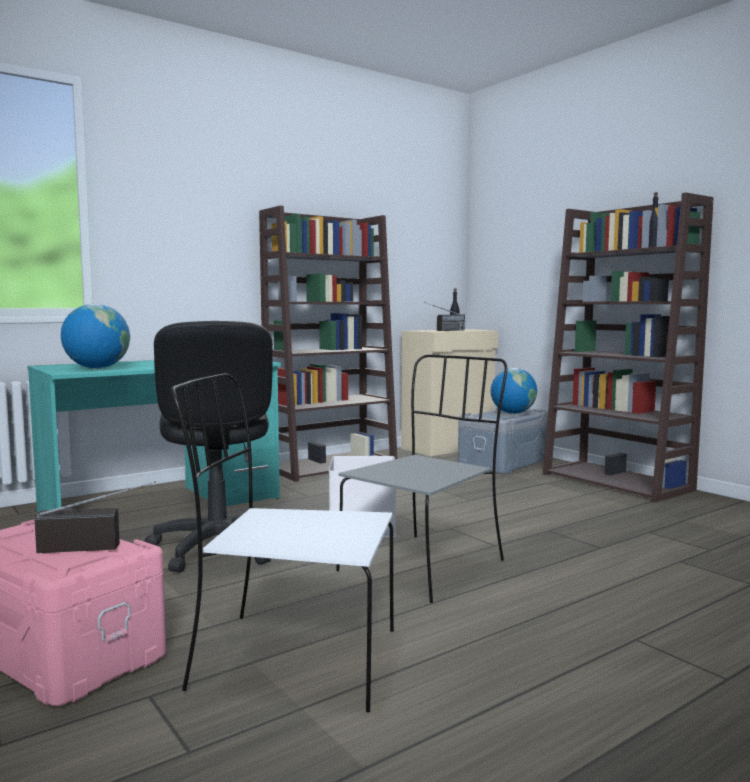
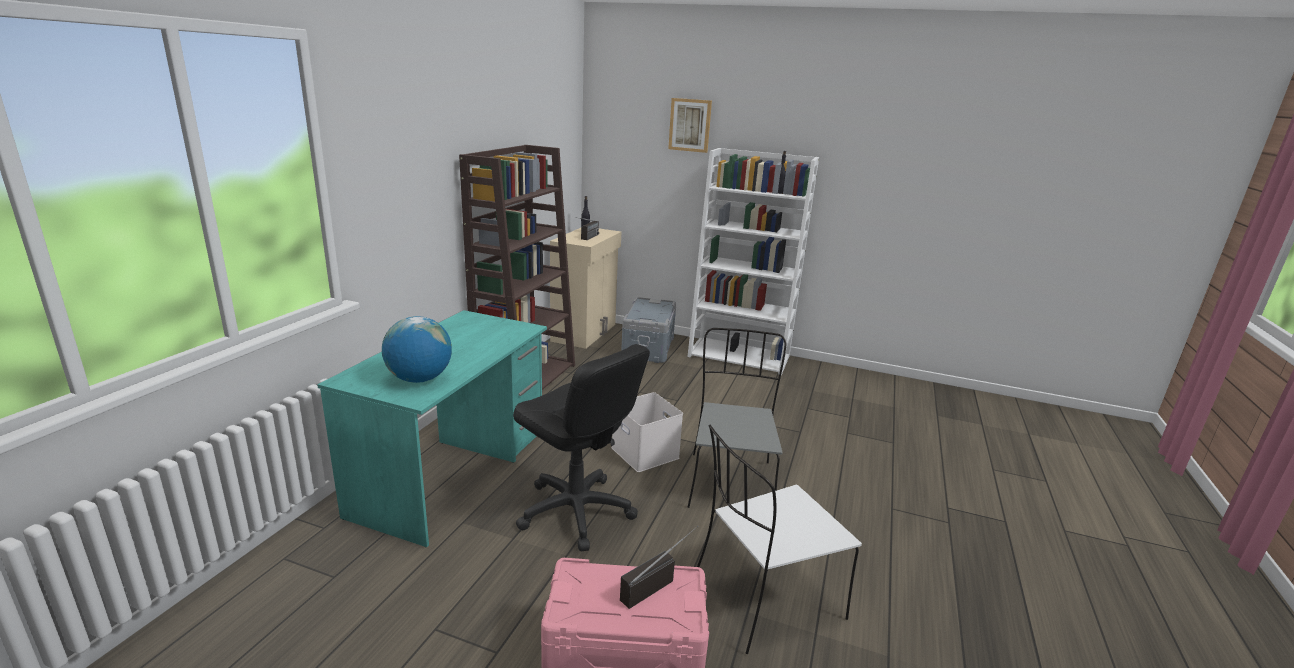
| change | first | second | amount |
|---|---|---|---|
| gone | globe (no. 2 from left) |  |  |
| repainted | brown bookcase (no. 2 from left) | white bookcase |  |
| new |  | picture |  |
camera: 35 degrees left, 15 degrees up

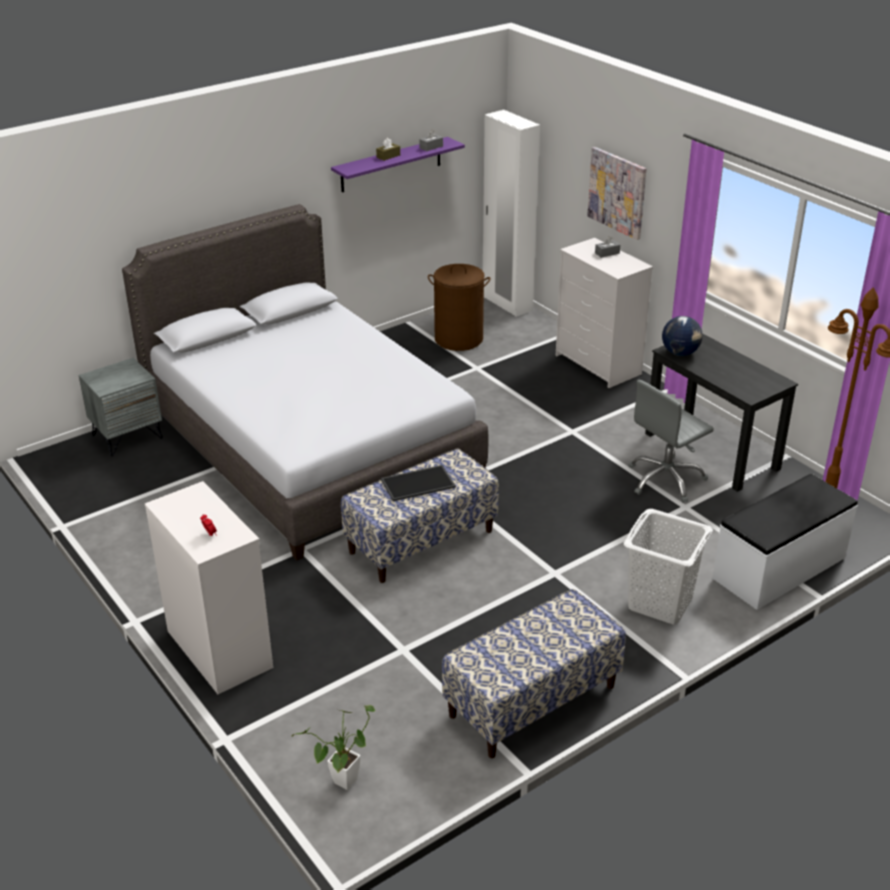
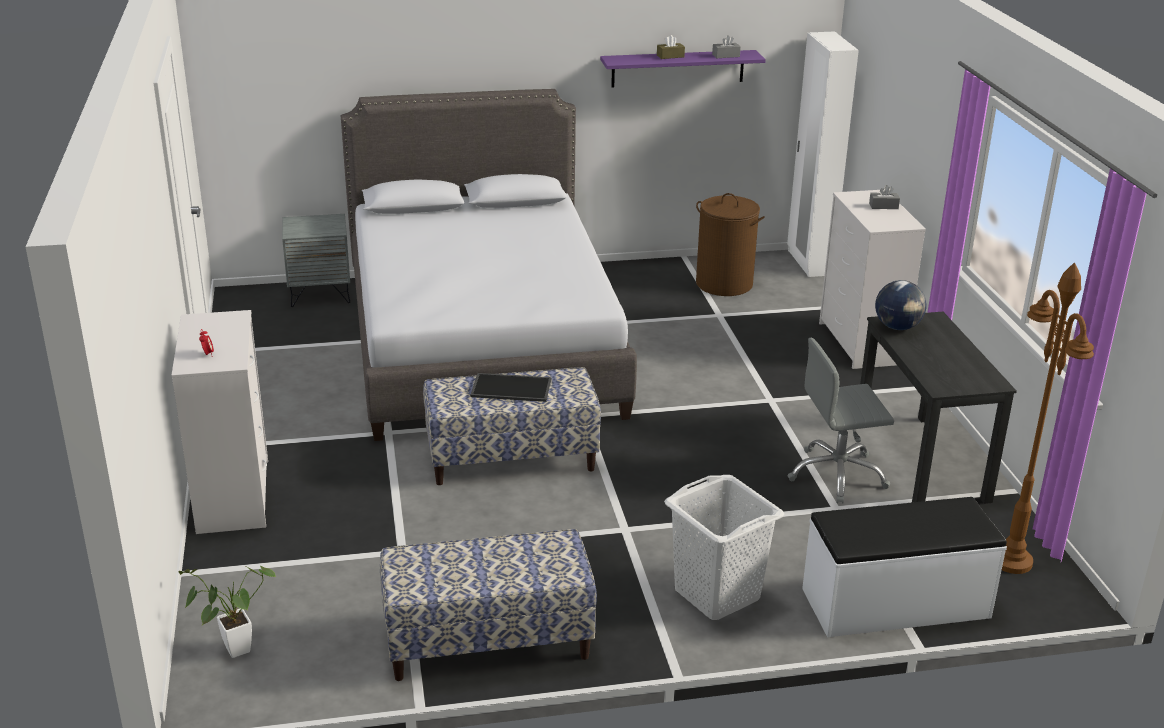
| change | first | second | amount |
|---|---|---|---|
| gone | picture |  |  |
camera: 25 degrees right, 5 degrees down

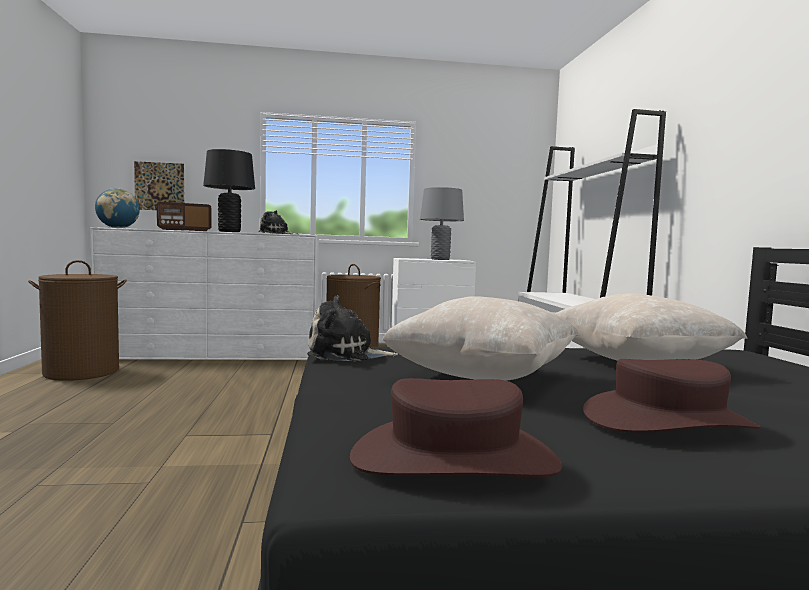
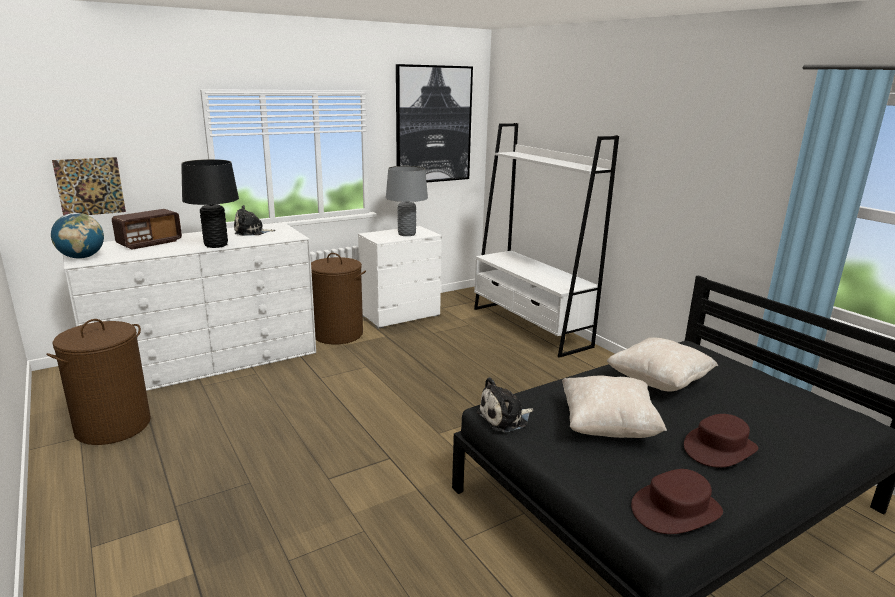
| change | first | second | amount |
|---|---|---|---|
| new |  | picture (no. 2 from left) |  |
camera: 25 degrees left, 15 degrees up

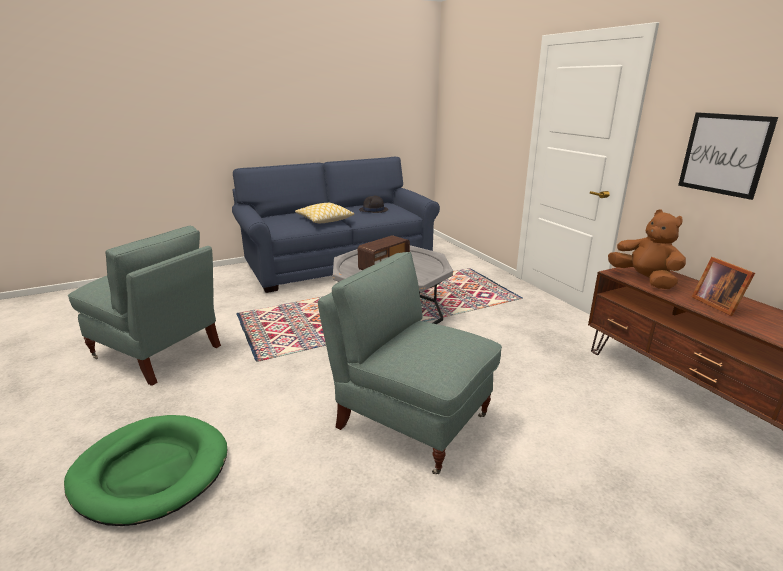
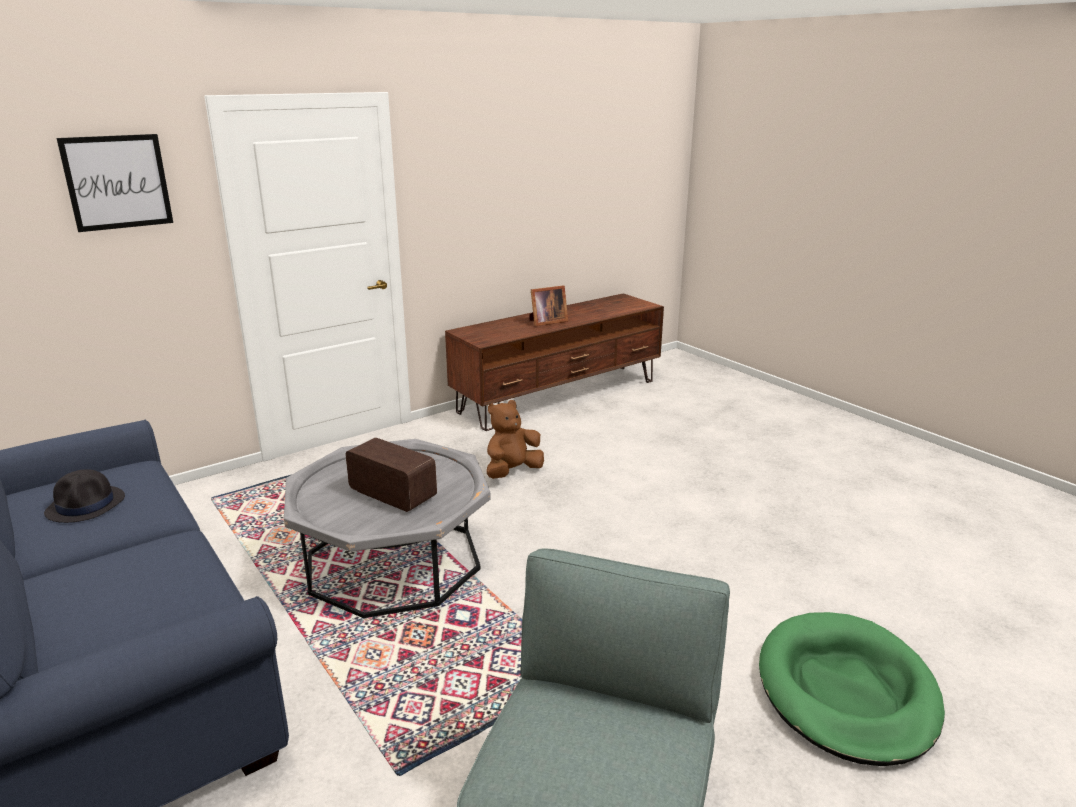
| change | first | second | amount |
|---|---|---|---|
| gone | pillow |  |  |
| gone | grey armchair (no. 2 from left) |  |  |
| shifted | brown plush toy |  |  |
| shifted | picture |  |  |
camera: 100 degrees left, 0 degrees up

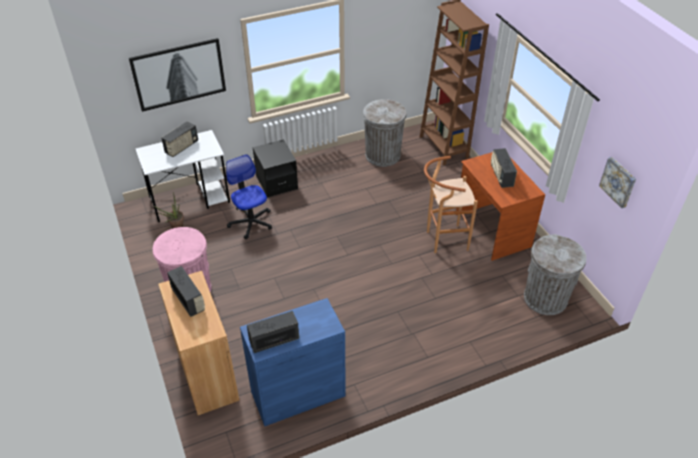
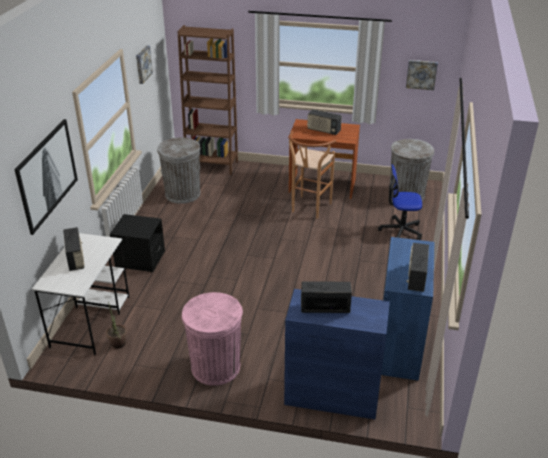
| change | first | second | amount |
|---|---|---|---|
| repainted | brown cabinet | blue cabinet (no. 1 from left) |  |
| shifted | office chair |  |  |
| new |  | picture (no. 2 from left) |  |
camera: 55 degrees left, 10 degrees down

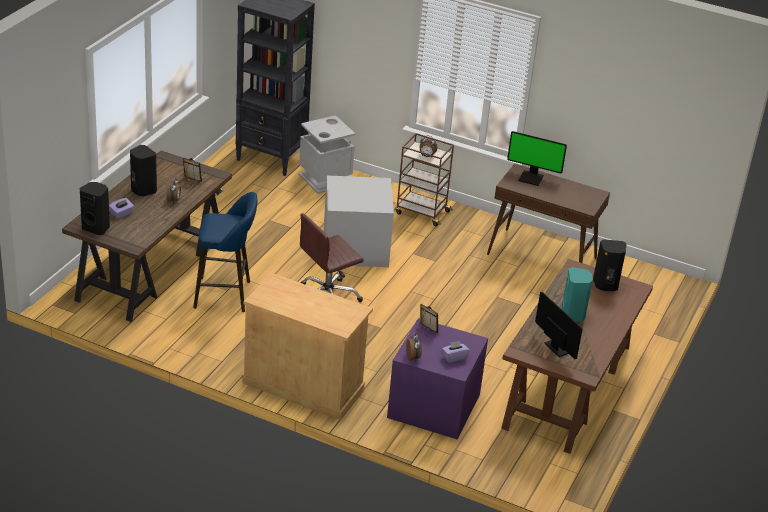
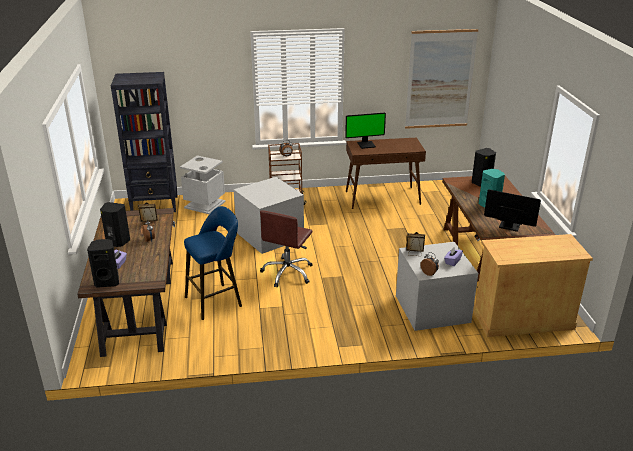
| change | first | second | amount |
|---|---|---|---|
| shifted | beige cabinet |  |  |
| repainted | purple storage box | grey storage box (no. 2 from left) |  |
| new |  | picture |  |
camera: 30 degrees left, 5 degrees down

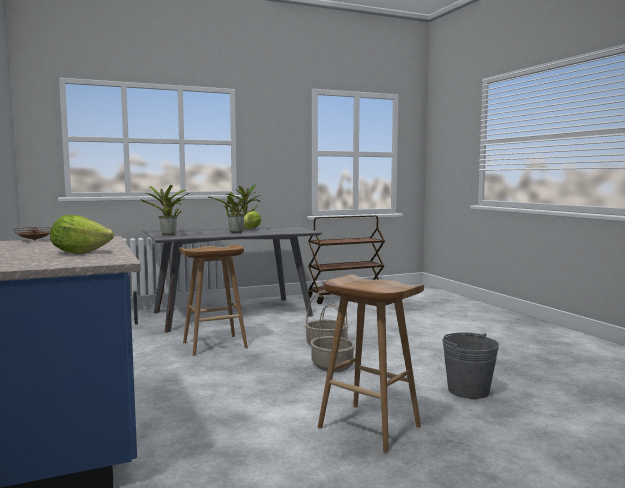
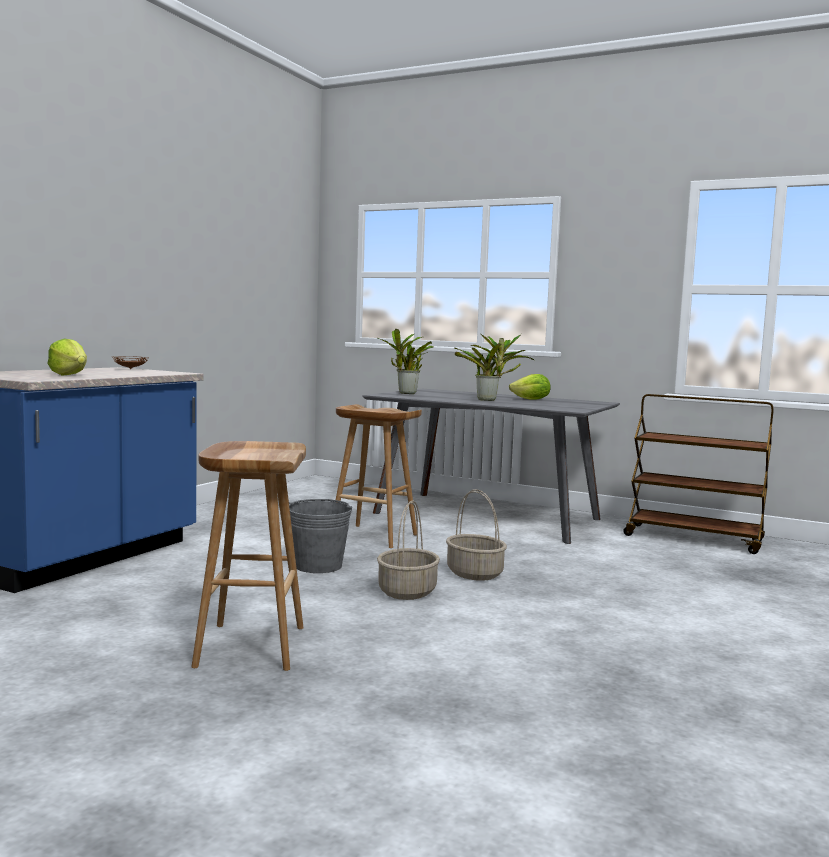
| change | first | second | amount |
|---|---|---|---|
| shifted | grey bucket |  |  |
camera: 50 degrees right, 0 degrees up

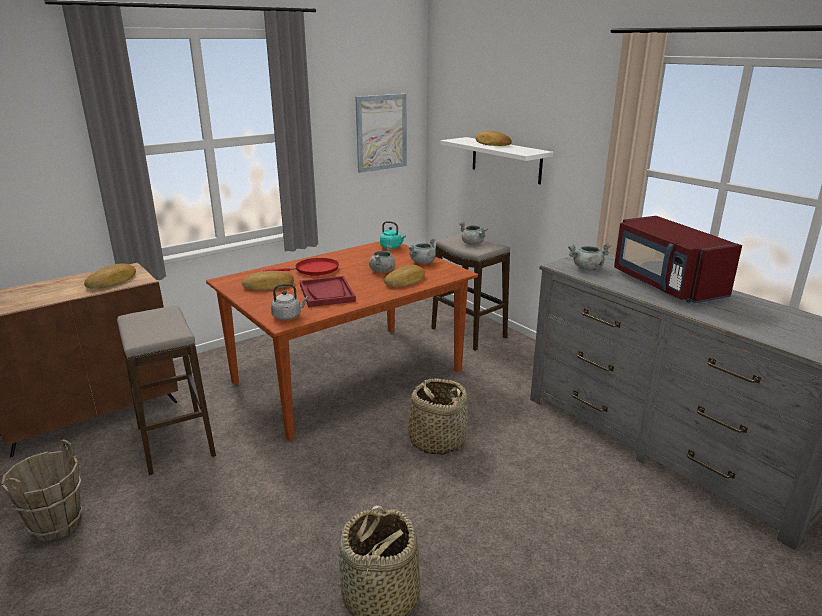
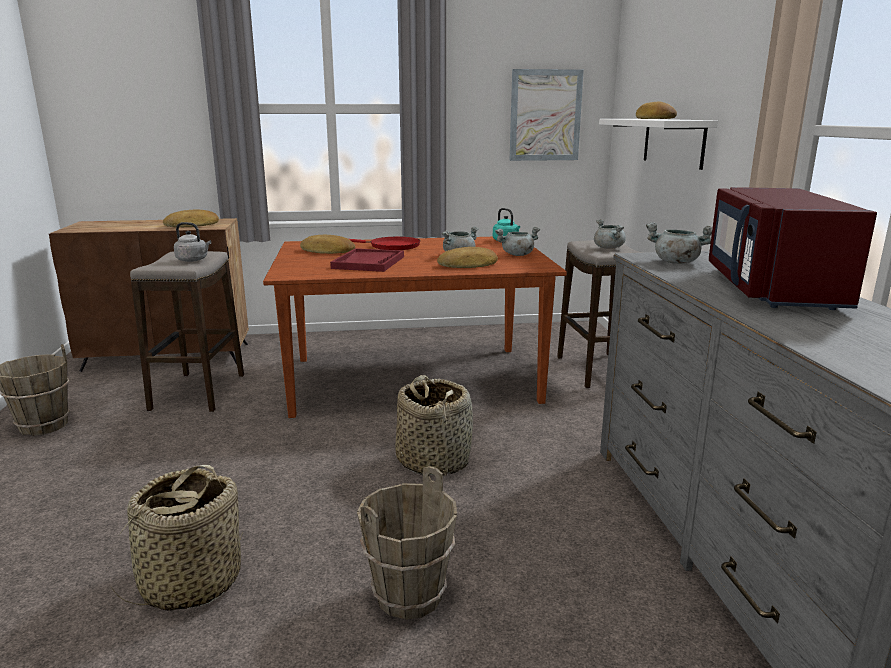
| change | first | second | amount |
|---|---|---|---|
| shifted | grey kettle |  |  |
| new |  | brown bucket (no. 2 from left) |  |
camera: 30 degrees right, 5 degrees down

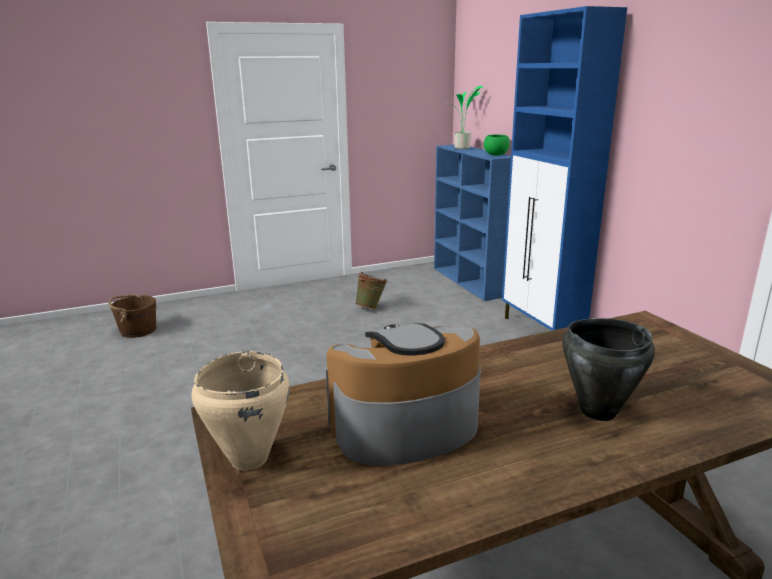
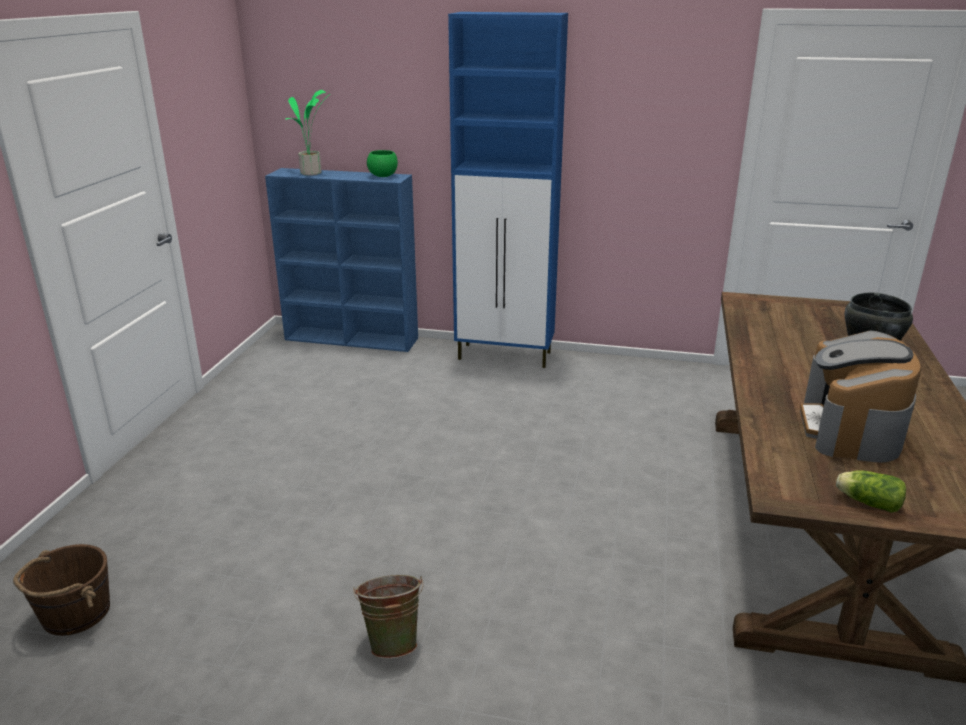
| change | first | second | amount |
|---|---|---|---|
| swapped | beige cooking pot | lettuce |  |
| shifted | green bucket |  |  |
camera: 55 degrees left, 5 degrees up

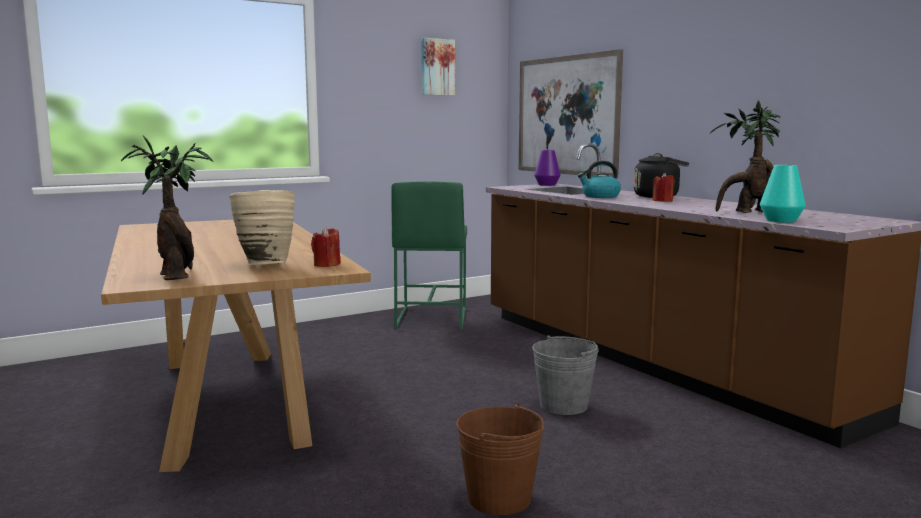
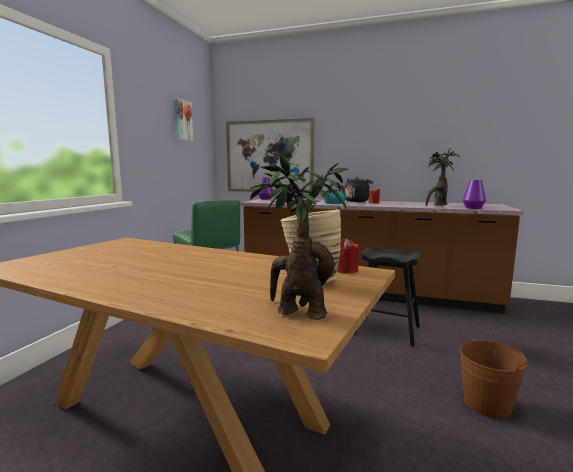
| change | first | second | amount |
|---|---|---|---|
| swapped | grey bucket | black stool |  |
| repainted | turquoise vase | purple vase (no. 2 from left) |  |
camera: 40 degrees left, 0 degrees up

